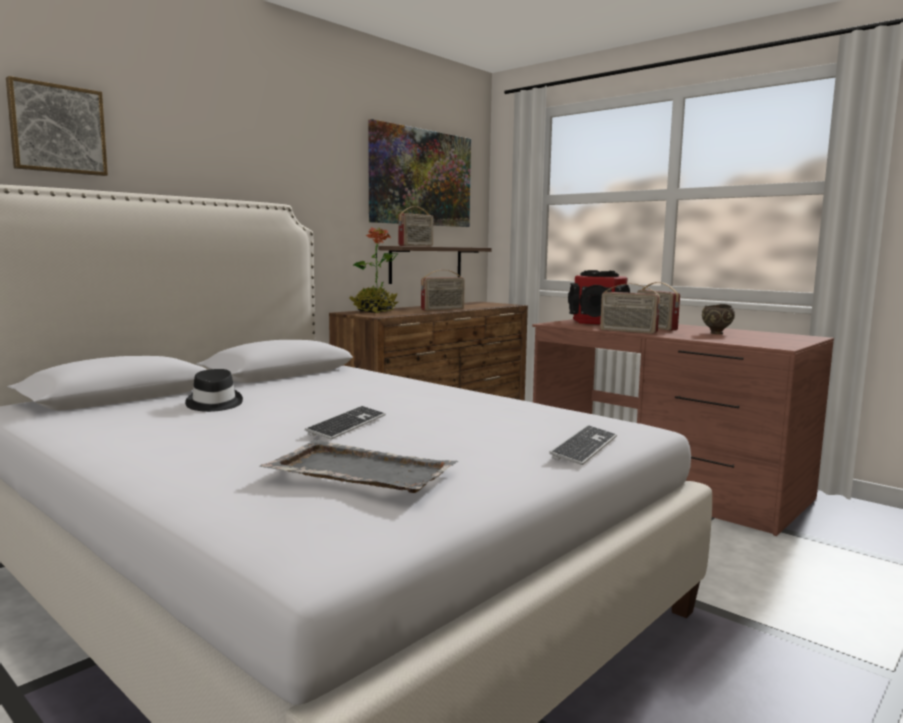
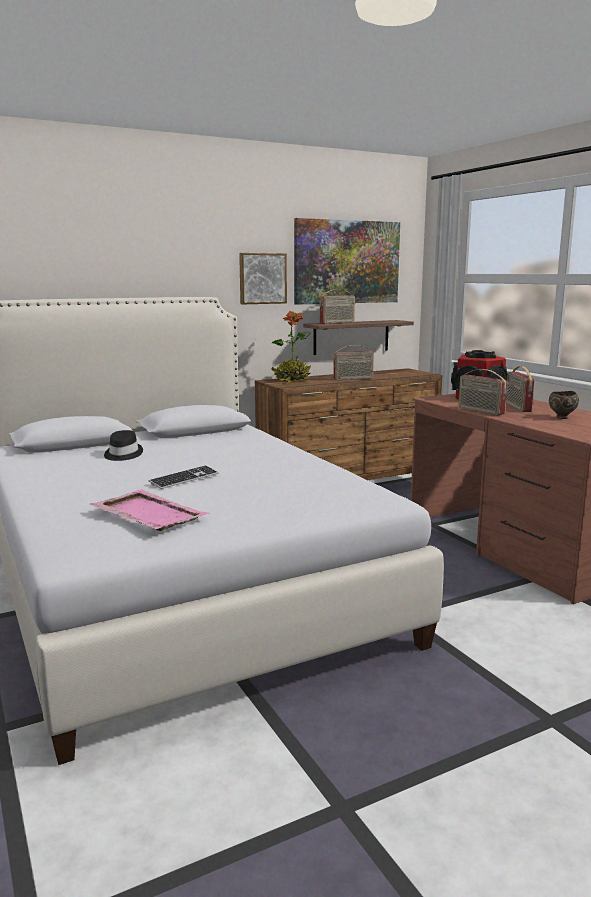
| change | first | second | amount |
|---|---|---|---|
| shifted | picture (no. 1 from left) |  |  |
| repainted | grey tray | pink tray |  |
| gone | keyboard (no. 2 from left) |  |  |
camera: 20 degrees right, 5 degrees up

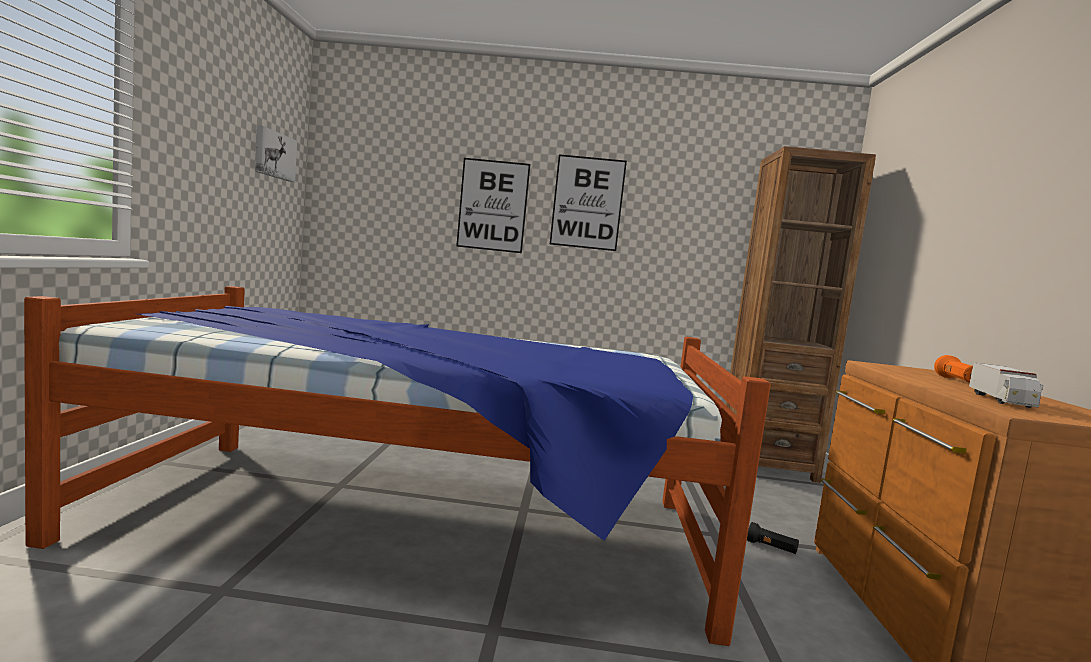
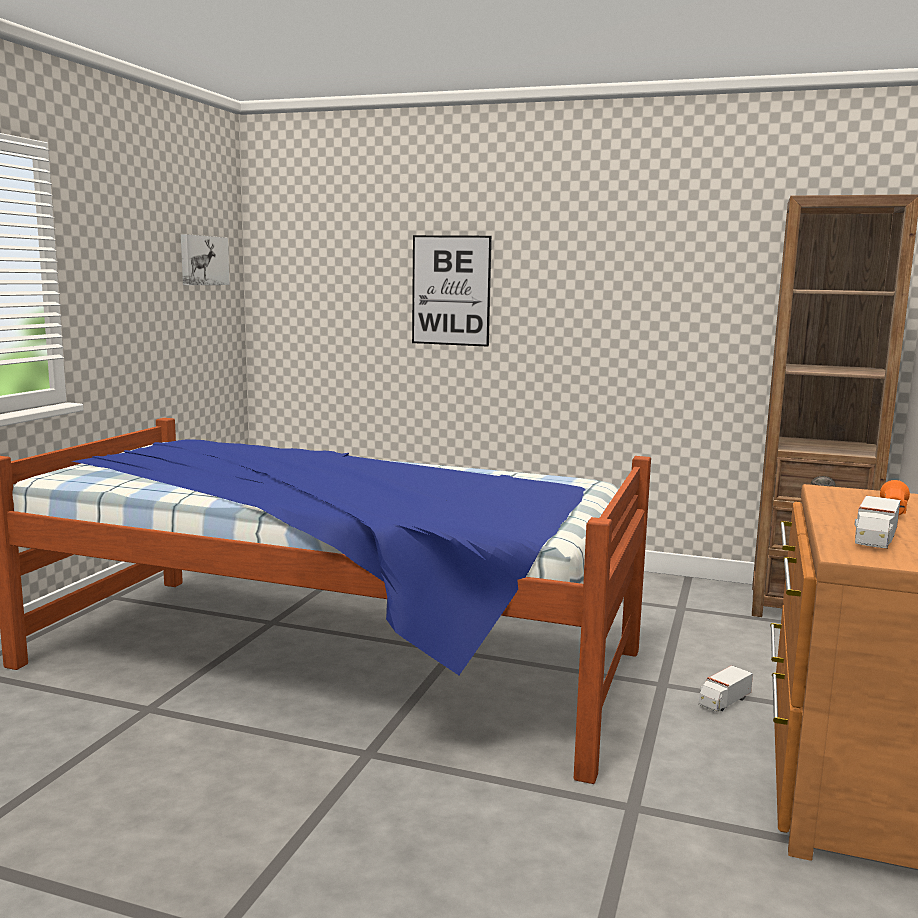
| change | first | second | amount |
|---|---|---|---|
| gone | picture (no. 3 from left) |  |  |
| swapped | black flashlight | toy truck (no. 1 from left) |  |
camera: 15 degrees right, 5 degrees up

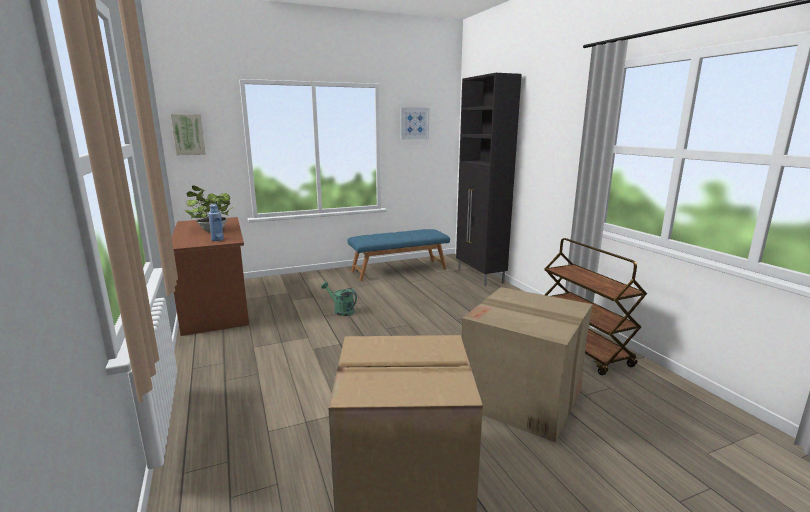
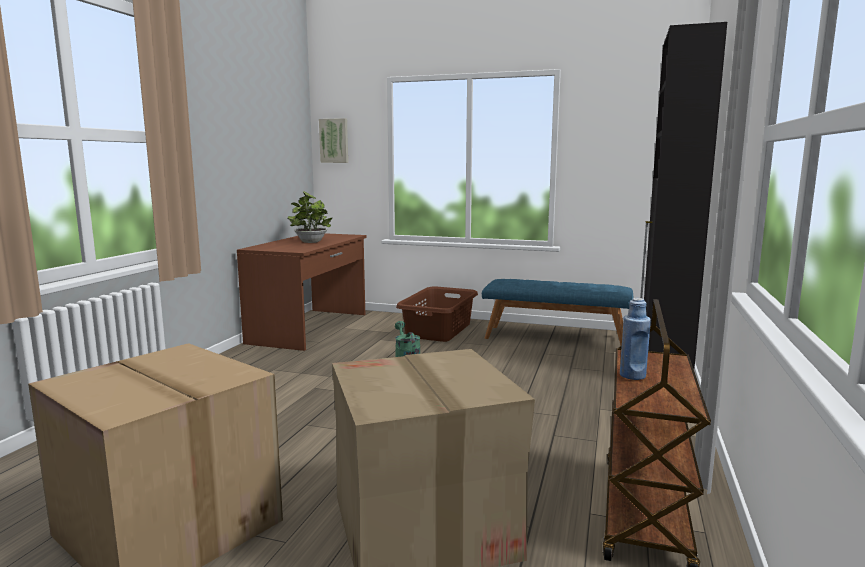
| change | first | second | amount |
|---|---|---|---|
| shifted | blue bottle |  |  |
| gone | picture (no. 2 from left) |  |  |
| new |  | brown laundry basket |  |
camera: 40 degrees right, 5 degrees down

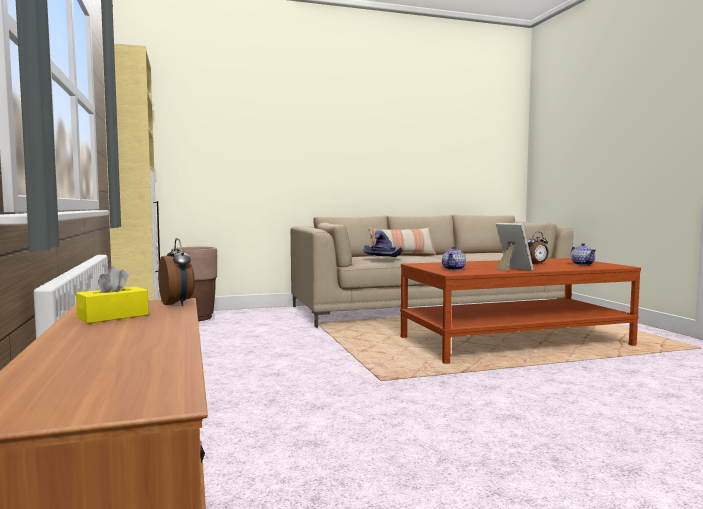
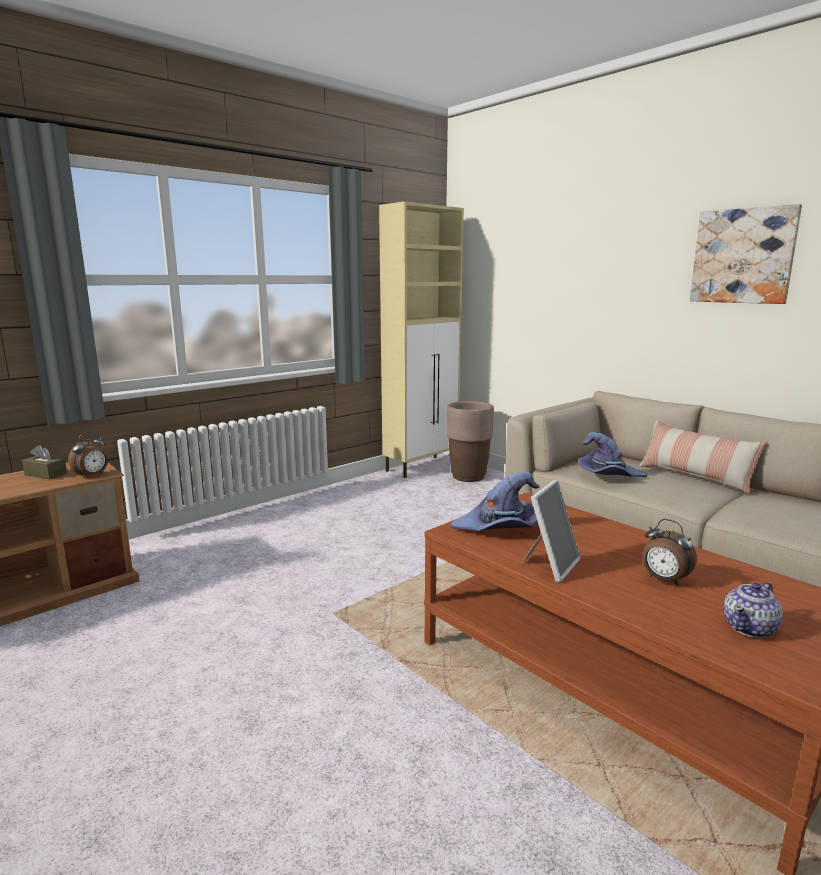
| change | first | second | amount |
|---|---|---|---|
| repainted | yellow tissue box | brown tissue box |  |
| swapped | teapot (no. 1 from left) | purple hat (no. 1 from left) |  |
| new |  | picture |  |
camera: 65 degrees right, 10 degrees up

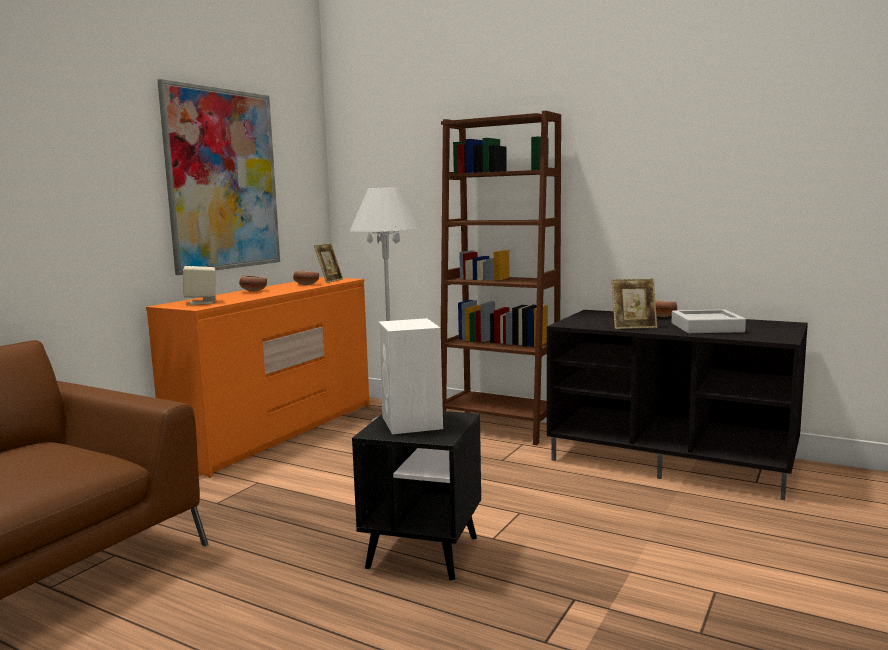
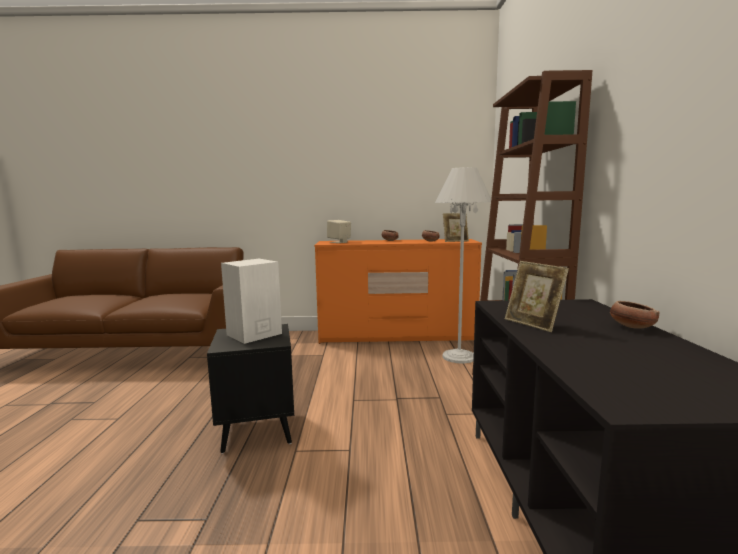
| change | first | second | amount |
|---|---|---|---|
| gone | picture |  |  |
| gone | grey tray |  |  |
camera: 60 degrees right, 0 degrees up

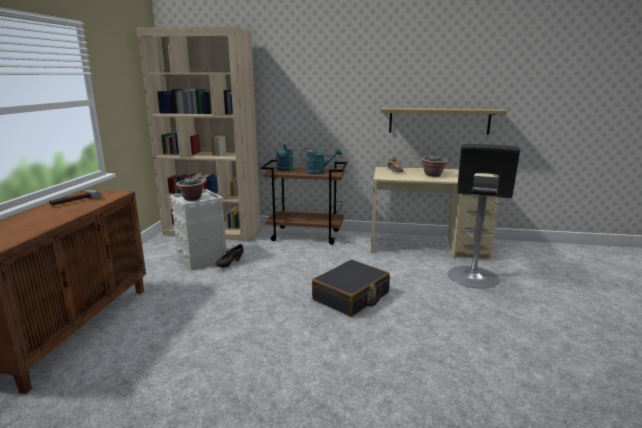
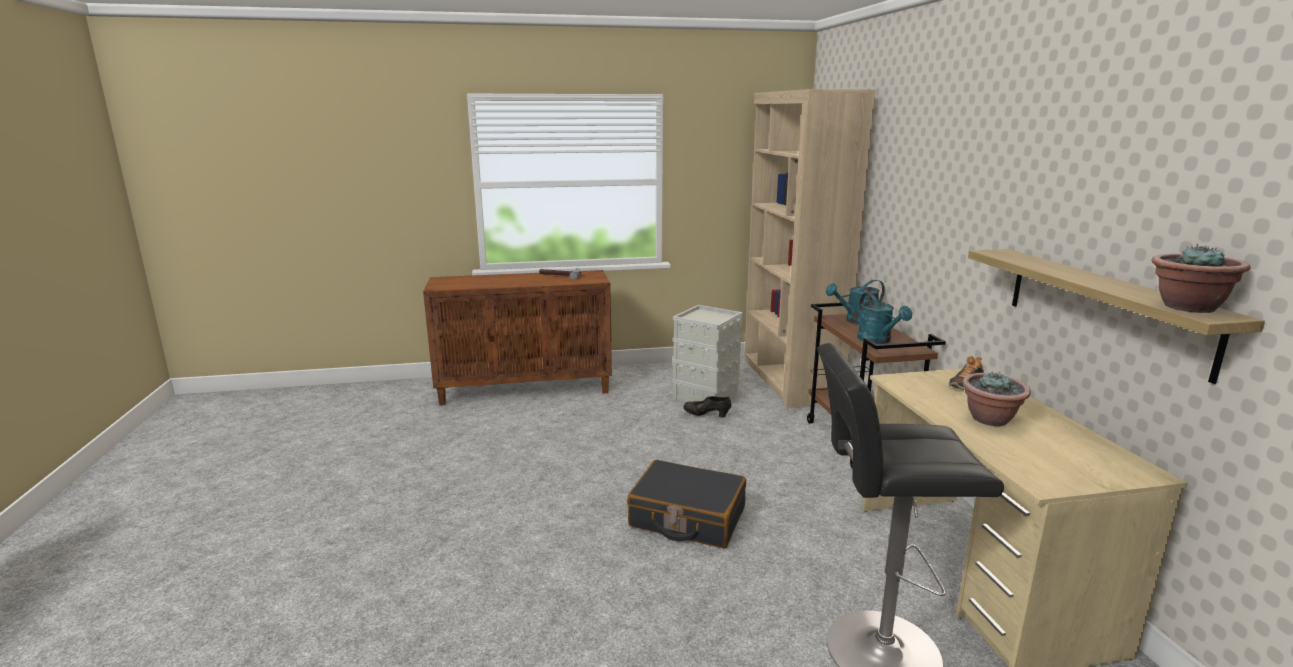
| change | first | second | amount |
|---|---|---|---|
| shifted | potted plant (no. 1 from left in the first image) | potted plant (no. 2 from left) |  |
camera: 70 degrees right, 0 degrees up

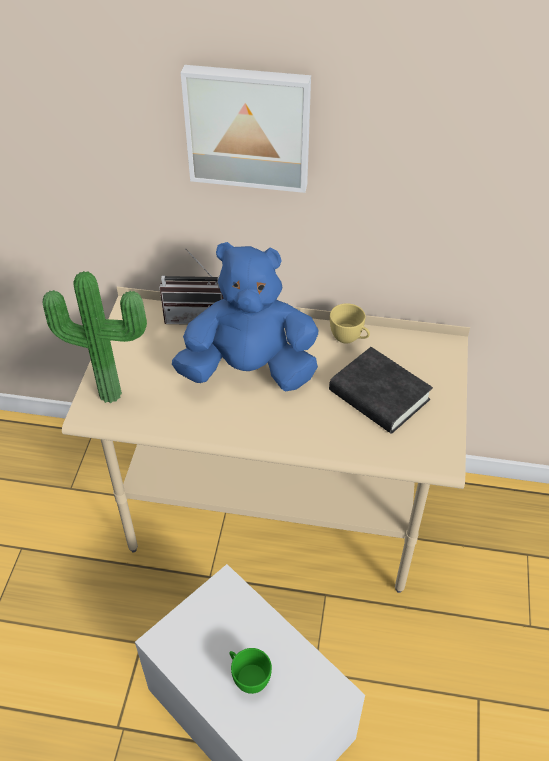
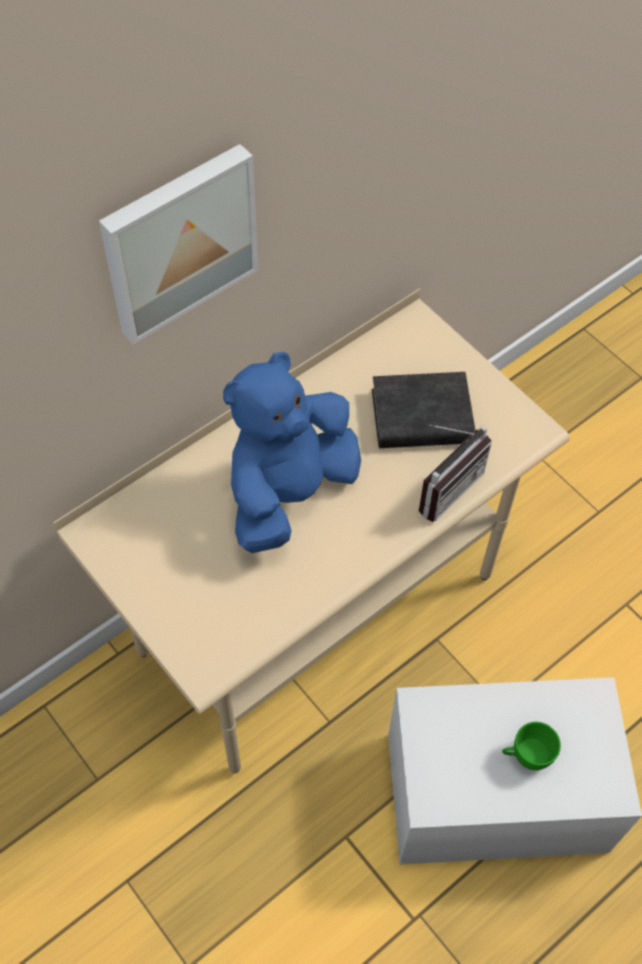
| change | first | second | amount |
|---|---|---|---|
| gone | potted plant |  |  |
| shifted | radio |  |  |
| gone | yellow cup |  |  |
camera: 50 degrees left, 10 degrees up

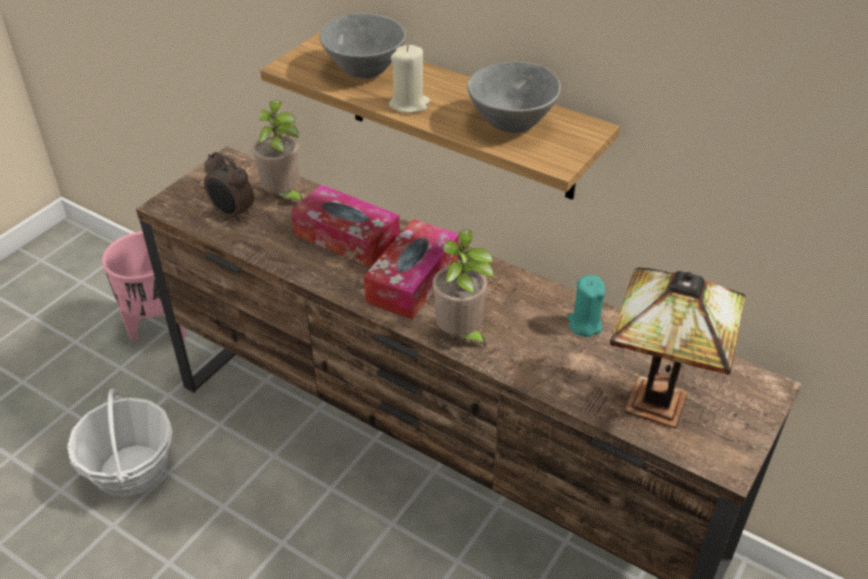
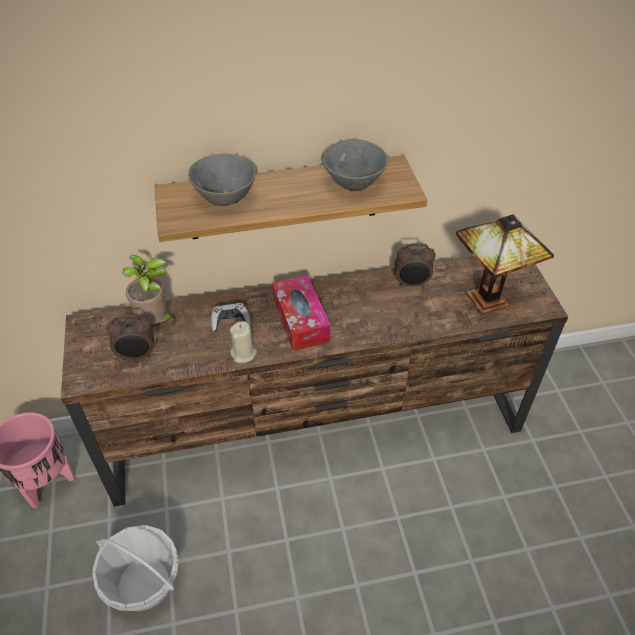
| change | first | second | amount |
|---|---|---|---|
| swapped | tissue box (no. 1 from left) | game controller |  |
| shifted | beige candle |  |  |
| gone | potted plant (no. 2 from left) |  |  |
| swapped | turquoise candle | alarm clock (no. 2 from left) |  |
camera: 45 degrees left, 5 degrees up

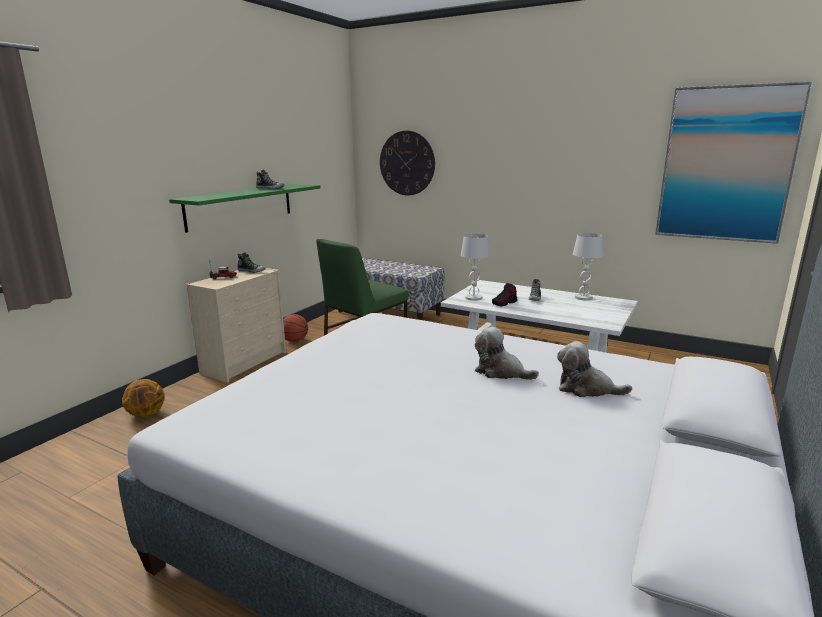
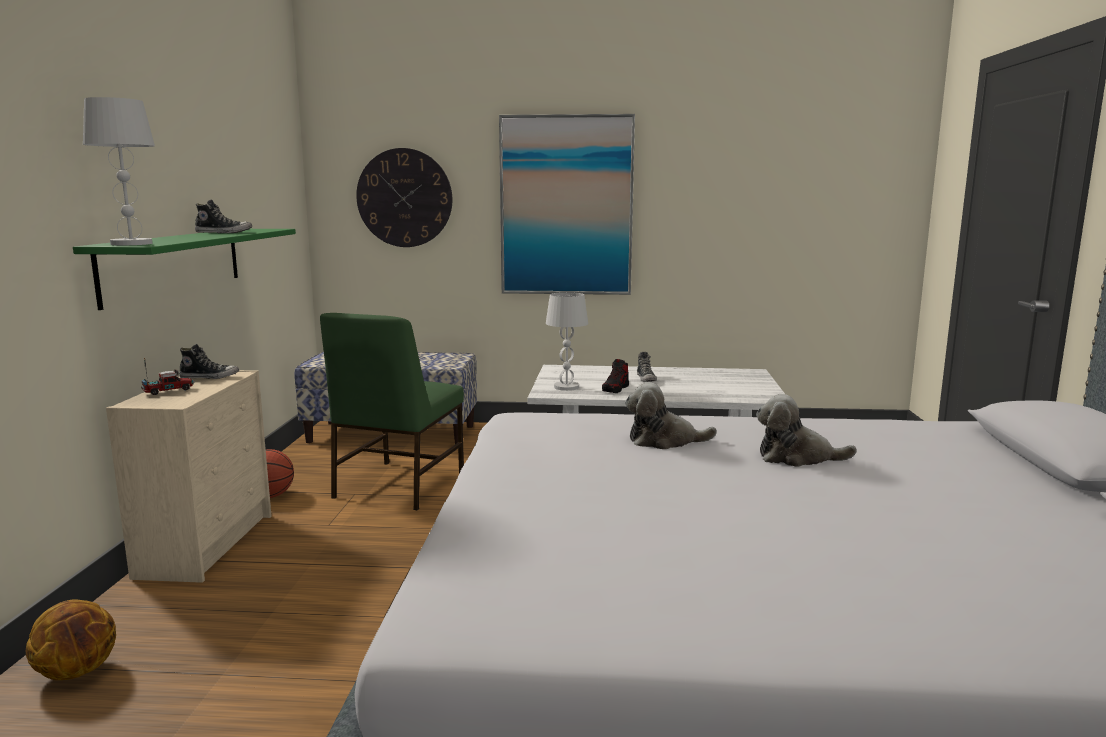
| change | first | second | amount |
|---|---|---|---|
| shifted | plush toy (no. 2 from left in the first image) | plush toy (no. 1 from left) |  |
| shifted | white table lamp (no. 2 from left in the first image) | white table lamp (no. 1 from left) |  |
| shifted | picture |  |  |
camera: 25 degrees left, 5 degrees down

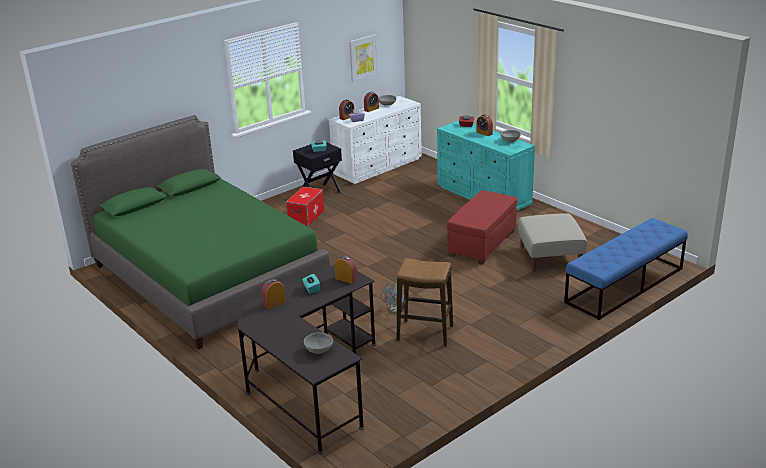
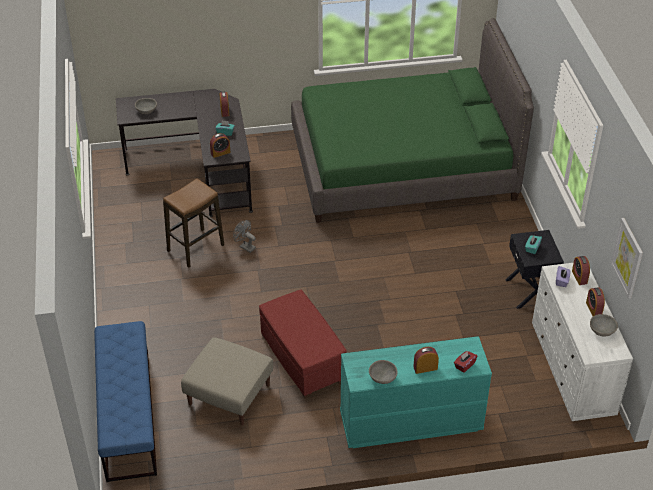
| change | first | second | amount |
|---|---|---|---|
| gone | storage box |  |  |
camera: 120 degrees right, 15 degrees up

